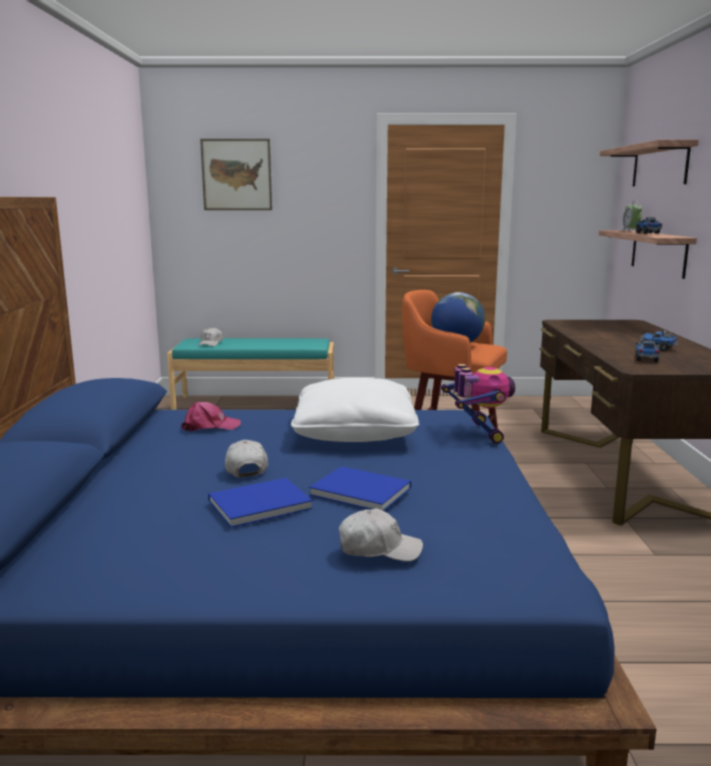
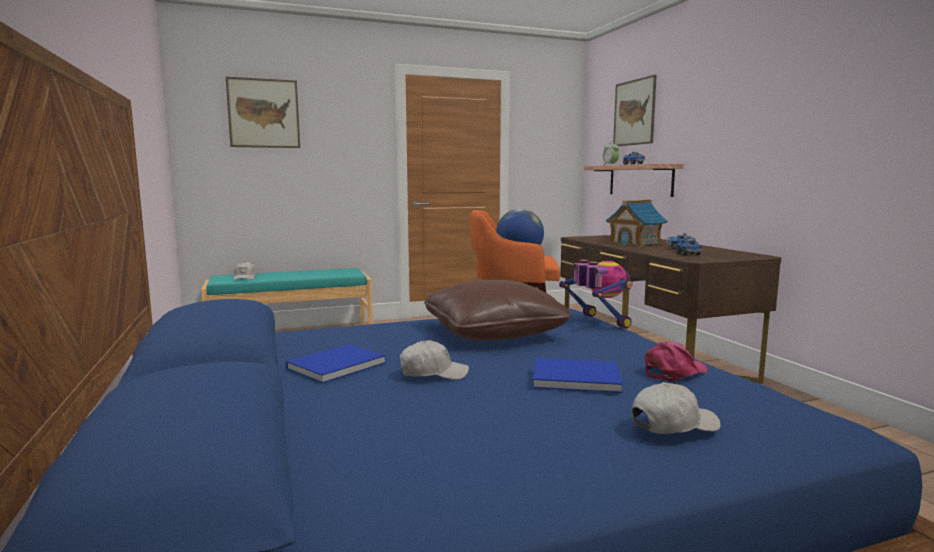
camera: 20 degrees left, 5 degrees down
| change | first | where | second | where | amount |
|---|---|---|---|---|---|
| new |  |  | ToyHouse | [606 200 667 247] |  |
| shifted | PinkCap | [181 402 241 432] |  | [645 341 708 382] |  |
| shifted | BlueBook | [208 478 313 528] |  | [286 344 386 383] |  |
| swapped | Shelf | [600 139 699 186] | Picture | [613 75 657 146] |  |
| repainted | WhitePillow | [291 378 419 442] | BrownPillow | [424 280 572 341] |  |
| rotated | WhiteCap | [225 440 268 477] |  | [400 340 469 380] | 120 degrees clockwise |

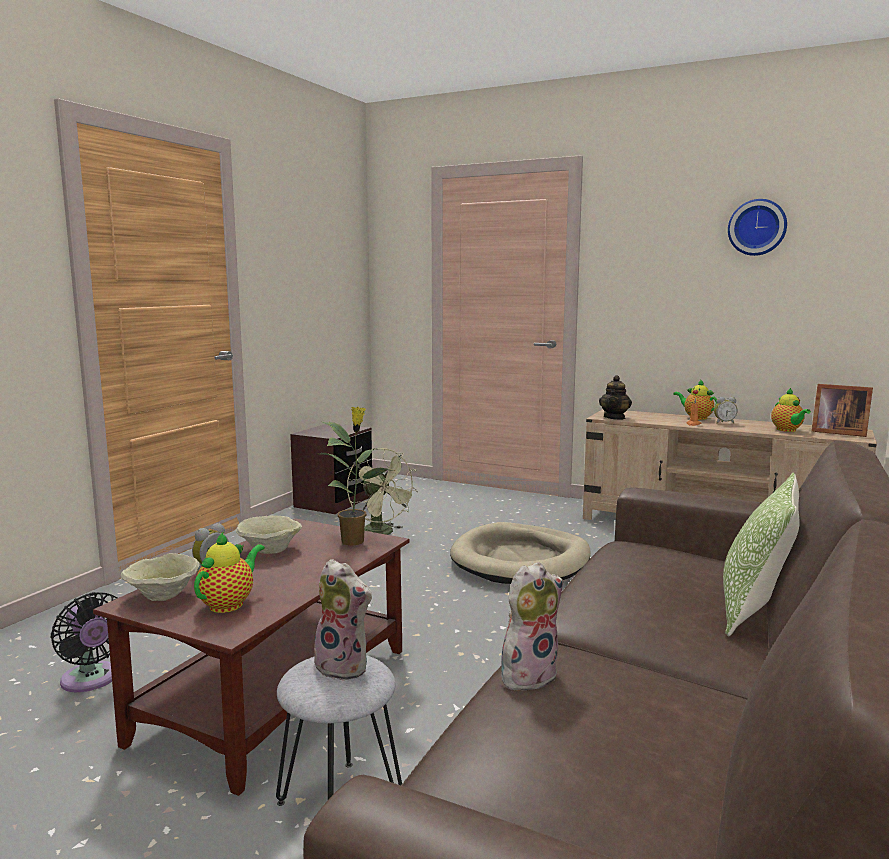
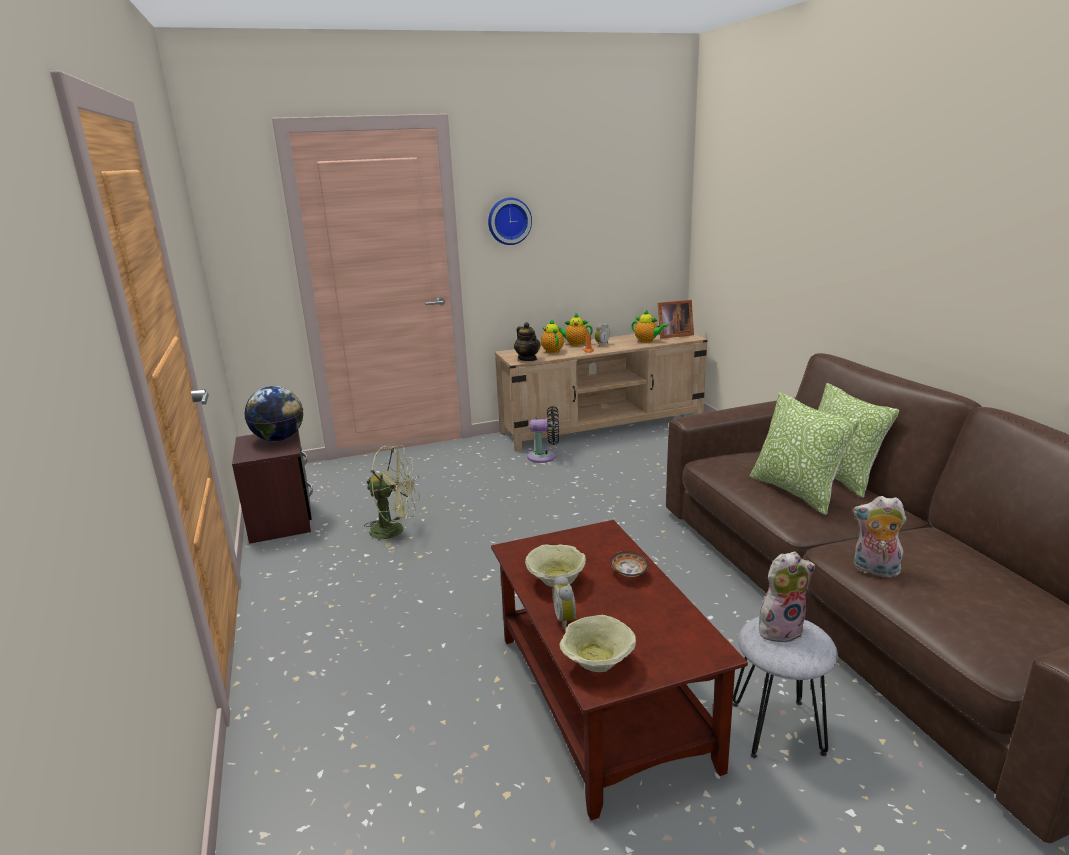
camera: 45 degrees left, 10 degrees up
| change | first | where | second | where | amount |
|---|---|---|---|---|---|
| gone | PottedPlant | [320 407 395 546] |  |  |  |
| gone | BeigeDogBed | [450 522 591 584] |  |  |  |
| new |  |  | Globe | [245 386 303 441] |  |
| new |  |  | Bowl | [610 551 649 577] |  |
| new |  |  | Pillow | [750 392 860 515] |  |
| shifted | BlackFan | [51 592 117 692] |  | [527 406 559 463] |  |
| shifted | Teapot | [194 532 265 613] |  | [541 319 564 353] |  |
| shifted | WallClock | [728 199 787 256] |  | [488 198 532 245] |  |
| rotated | PlushToy | [501 562 563 691] |  | [853 496 907 578] | 75 degrees counterclockwise |

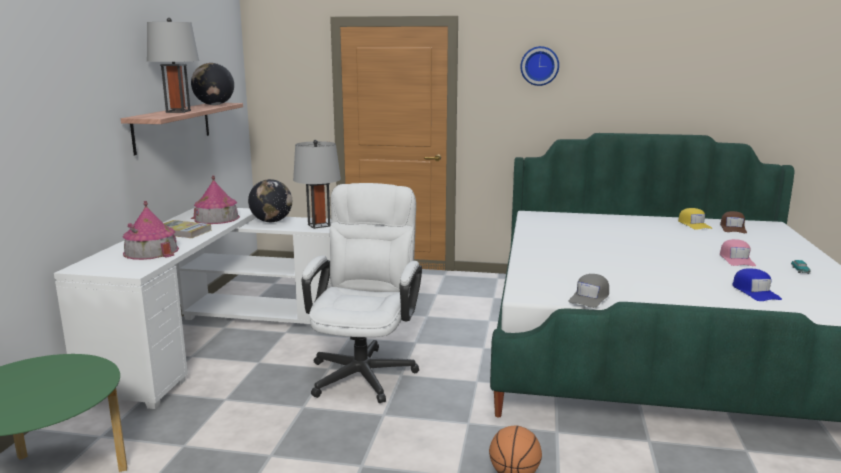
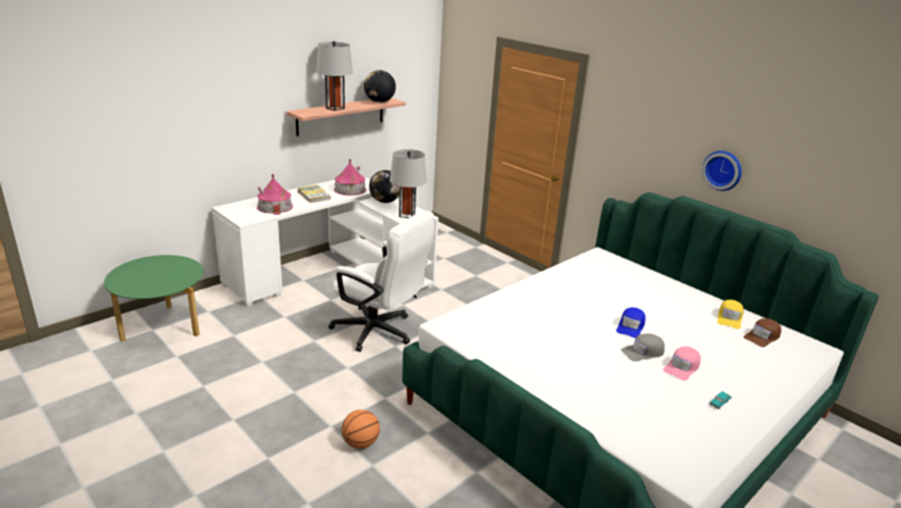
camera: 35 degrees right, 10 degrees up
| change | first | where | second | where | amount |
|---|---|---|---|---|---|
| shifted | WallClock | [520 46 559 86] |  | [702 151 742 191] |  |
| shifted | GreyCap | [568 274 609 308] |  | [621 334 665 362] |  |
| shifted | BlueCap | [732 268 782 301] |  | [616 307 646 338] |  |
| rotated | WhiteOfficeChair | [302 183 422 403] |  | [329 211 435 352] | 75 degrees clockwise |

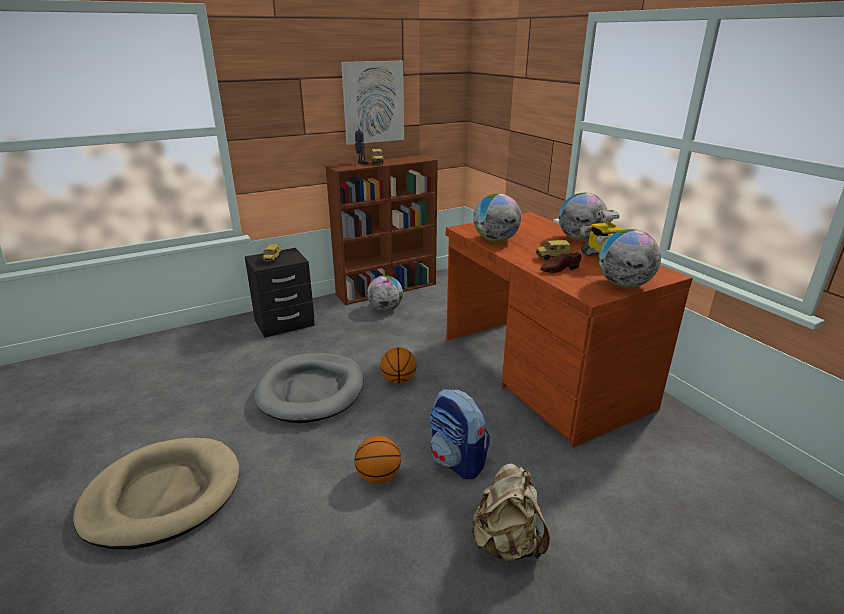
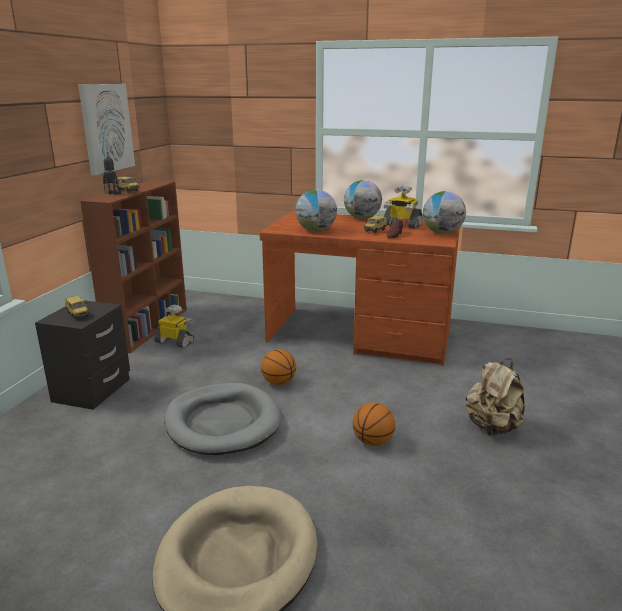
camera: 45 degrees left, 5 degrees down
| change | first | where | second | where | amount |
|---|---|---|---|---|---|
| gone | Backpack | [430 389 490 479] |  |  |  |
| swapped | Globe | [367 275 403 311] | ToyRobot | [154 305 194 348] |  |

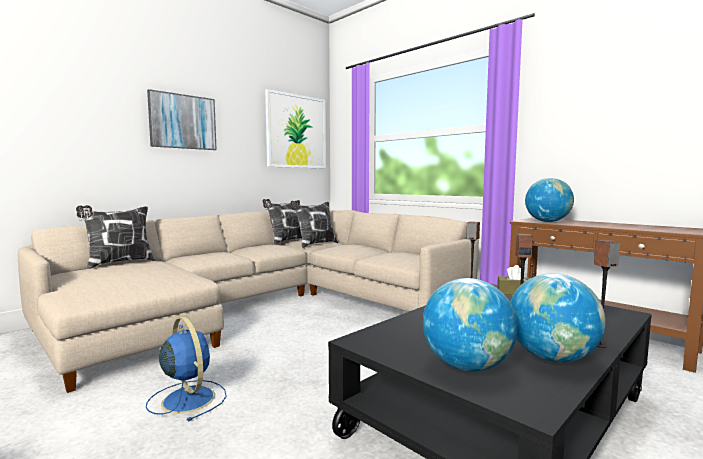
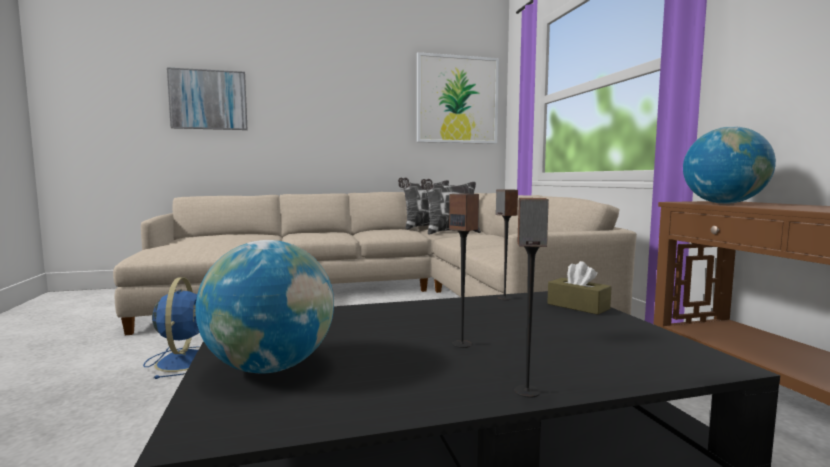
camera: 30 degrees right, 0 degrees up
| change | first | where | second | where | amount |
|---|---|---|---|---|---|
| gone | Pillow | [76 205 155 269] |  |  |  |
| gone | Globe | [510 274 606 362] |  |  |  |
| shifted | Picture | [147 89 217 150] |  | [167 67 248 130] |  |

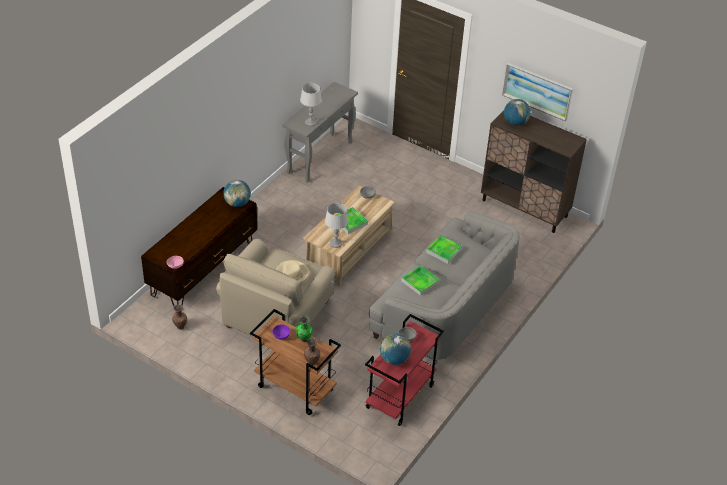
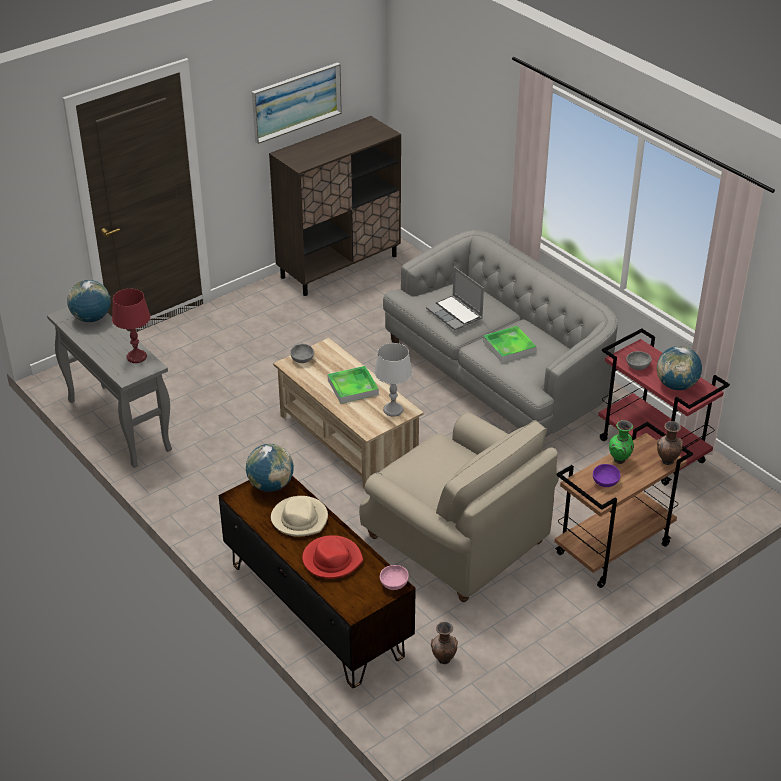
camera: 70 degrees left, 5 degrees down
| change | first | where | second | where | amount |
|---|---|---|---|---|---|
| new |  |  | RedHat | [302 535 363 579] |  |
| shifted | BeigeHat | [276 260 309 283] |  | [271 496 328 537] |  |
| shifted | Globe | [504 99 531 126] |  | [67 280 110 322] |  |
| swapped | Tray | [426 235 462 264] | Laptop | [426 267 484 330] |  |
| repainted | GreyTableLamp | [300 83 322 126] | RedTableLamp | [112 289 151 363] |  |

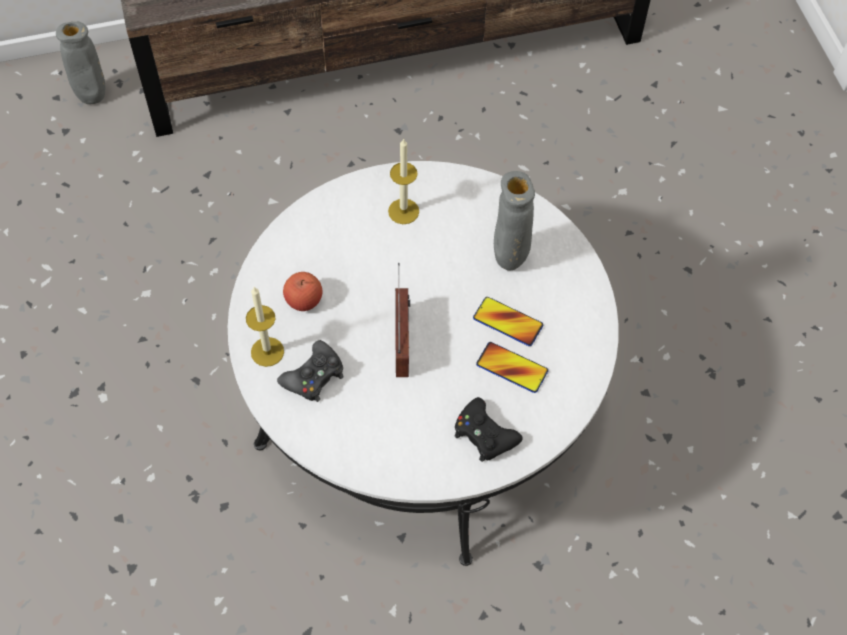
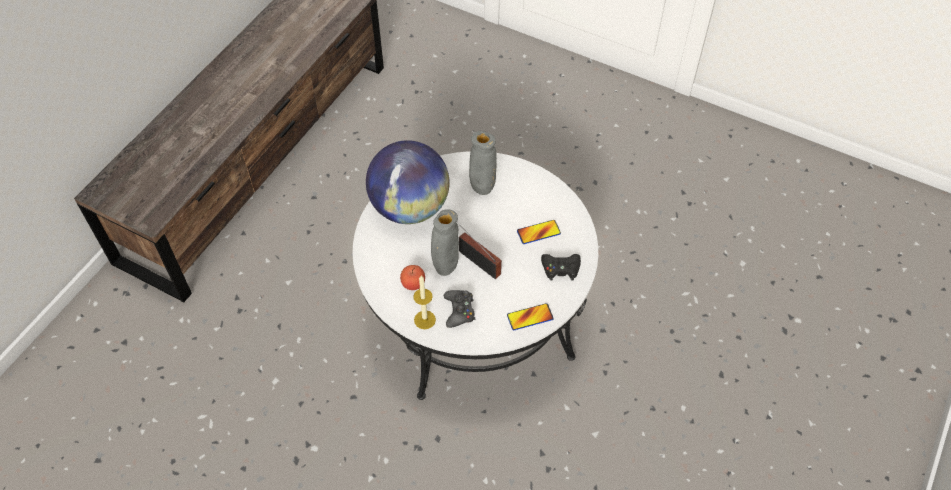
camera: 45 degrees left, 5 degrees down
| change | first | where | second | where | amount |
|---|---|---|---|---|---|
| shifted | GreyVase | [56 22 105 104] |  | [431 210 459 276] |  |
| shifted | Phone | [473 297 543 346] |  | [507 303 554 330] |  |
| swapped | Candle | [388 138 419 224] | Globe | [366 140 450 224] |  |

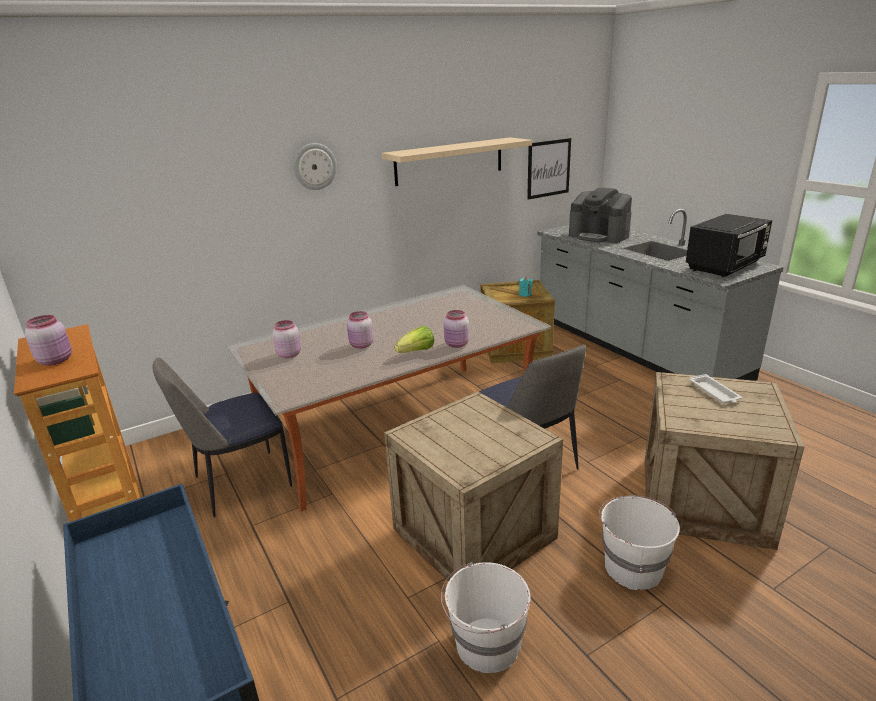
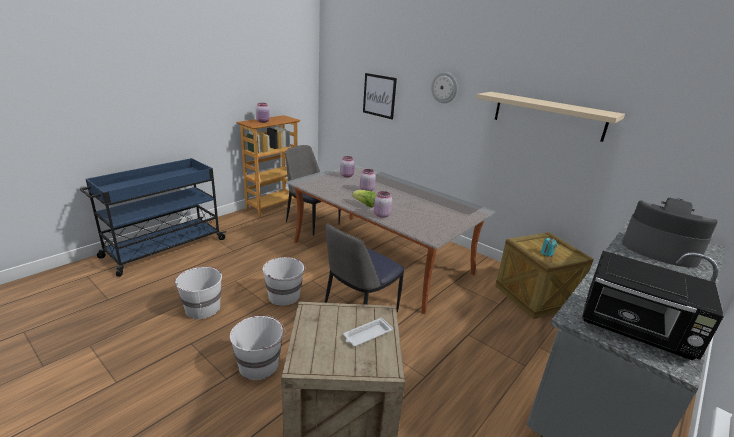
camera: 70 degrees right, 0 degrees up
| change | first | where | second | where | amount |
|---|---|---|---|---|---|
| shifted | Picture | [527 138 571 200] |  | [363 73 397 119] |  |
| swapped | Crate | [384 392 563 582] | WhiteBucket | [263 257 306 306] |  |
| rotated | CoffeeMachine | [569 187 632 243] |  | [622 198 718 268] | 105 degrees clockwise |

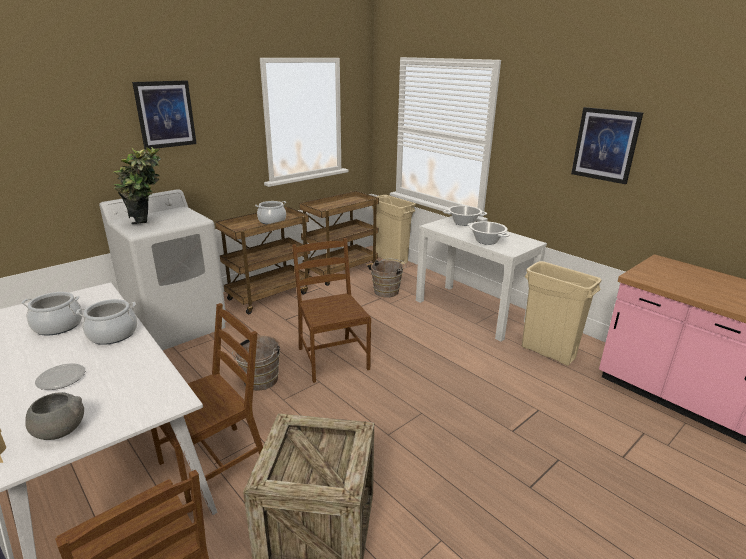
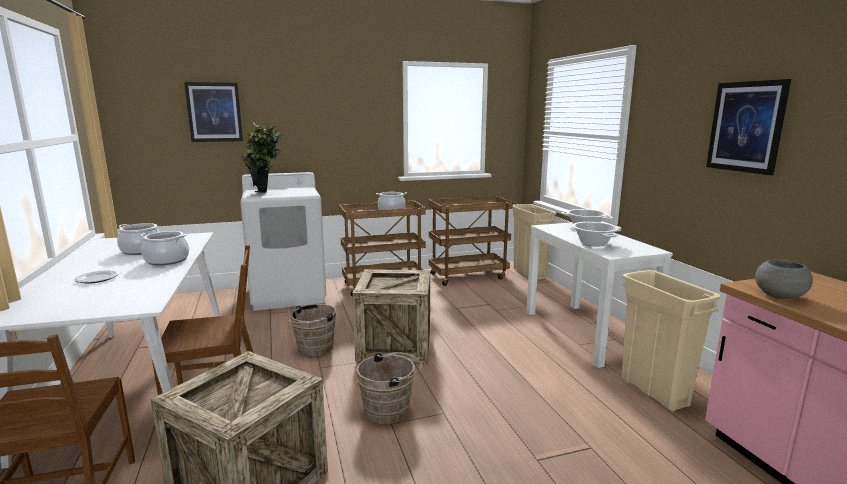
camera: 25 degrees right, 10 degrees down
| change | first | where | second | where | amount |
|---|---|---|---|---|---|
| shifted | GreyBowl | [25 392 84 440] |  | [755 260 813 299] |  |
| shifted | Picture | [132 80 197 150] |  | [184 82 243 142] |  |
| shifted | BrownBucket | [371 259 406 297] |  | [356 352 422 424] |  |
| swapped | BrownChair | [292 238 371 383] | Crate | [352 269 430 363] |  |

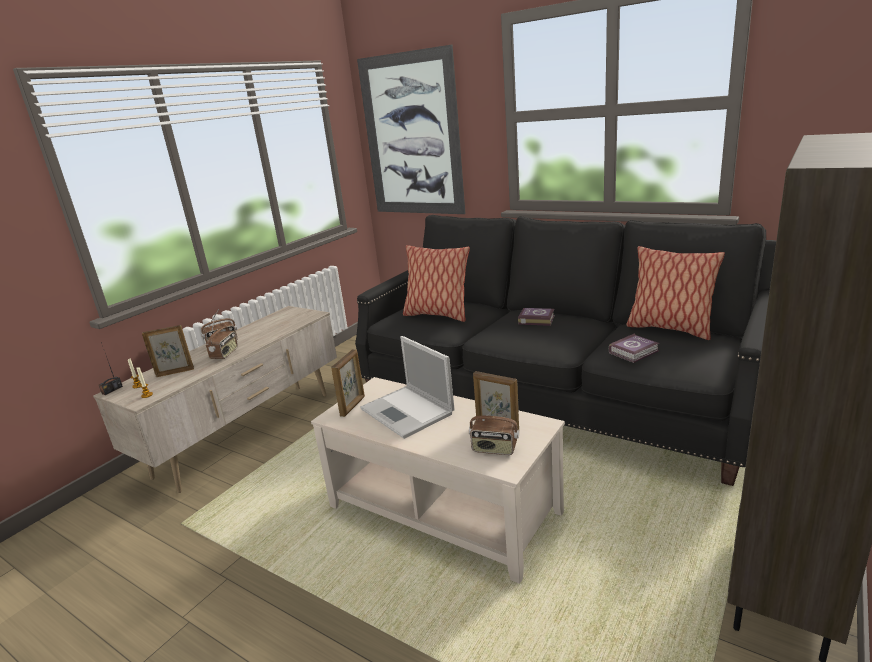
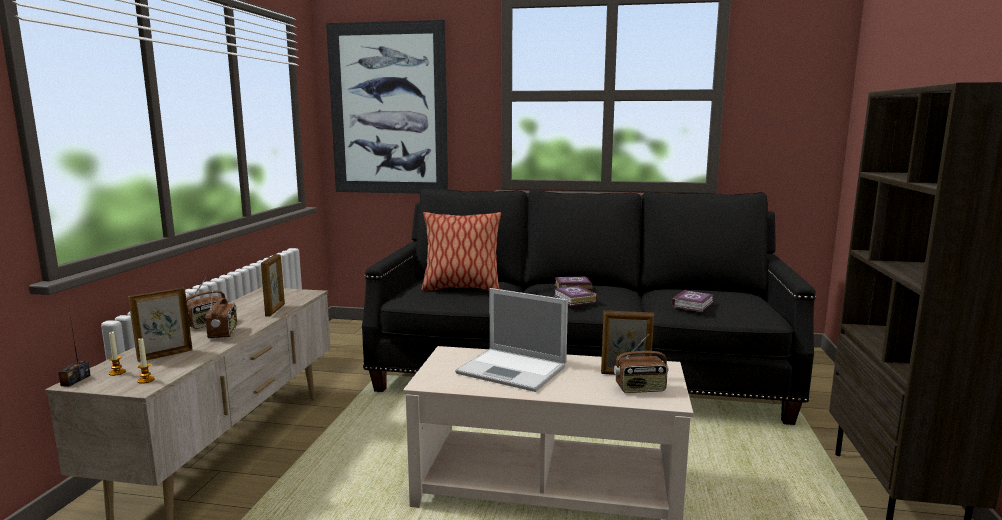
camera: 25 degrees left, 10 degrees down
| change | first | where | second | where | amount |
|---|---|---|---|---|---|
| gone | Pillow | [626 246 725 340] |  |  |  |
| new |  |  | Book | [554 285 597 306] |  |
| shifted | PictureFrame | [331 349 365 417] |  | [261 254 285 317] |  |

